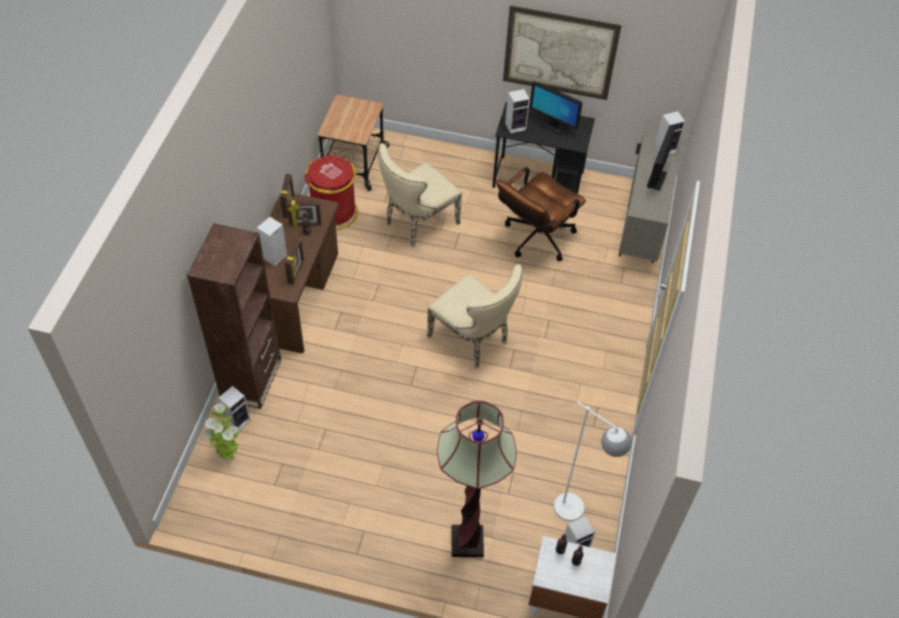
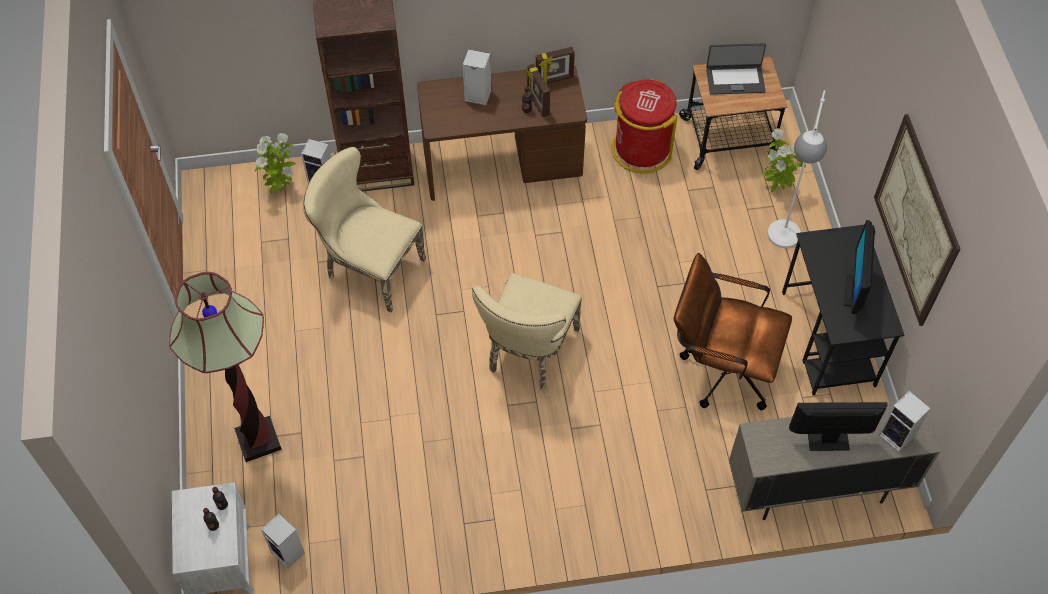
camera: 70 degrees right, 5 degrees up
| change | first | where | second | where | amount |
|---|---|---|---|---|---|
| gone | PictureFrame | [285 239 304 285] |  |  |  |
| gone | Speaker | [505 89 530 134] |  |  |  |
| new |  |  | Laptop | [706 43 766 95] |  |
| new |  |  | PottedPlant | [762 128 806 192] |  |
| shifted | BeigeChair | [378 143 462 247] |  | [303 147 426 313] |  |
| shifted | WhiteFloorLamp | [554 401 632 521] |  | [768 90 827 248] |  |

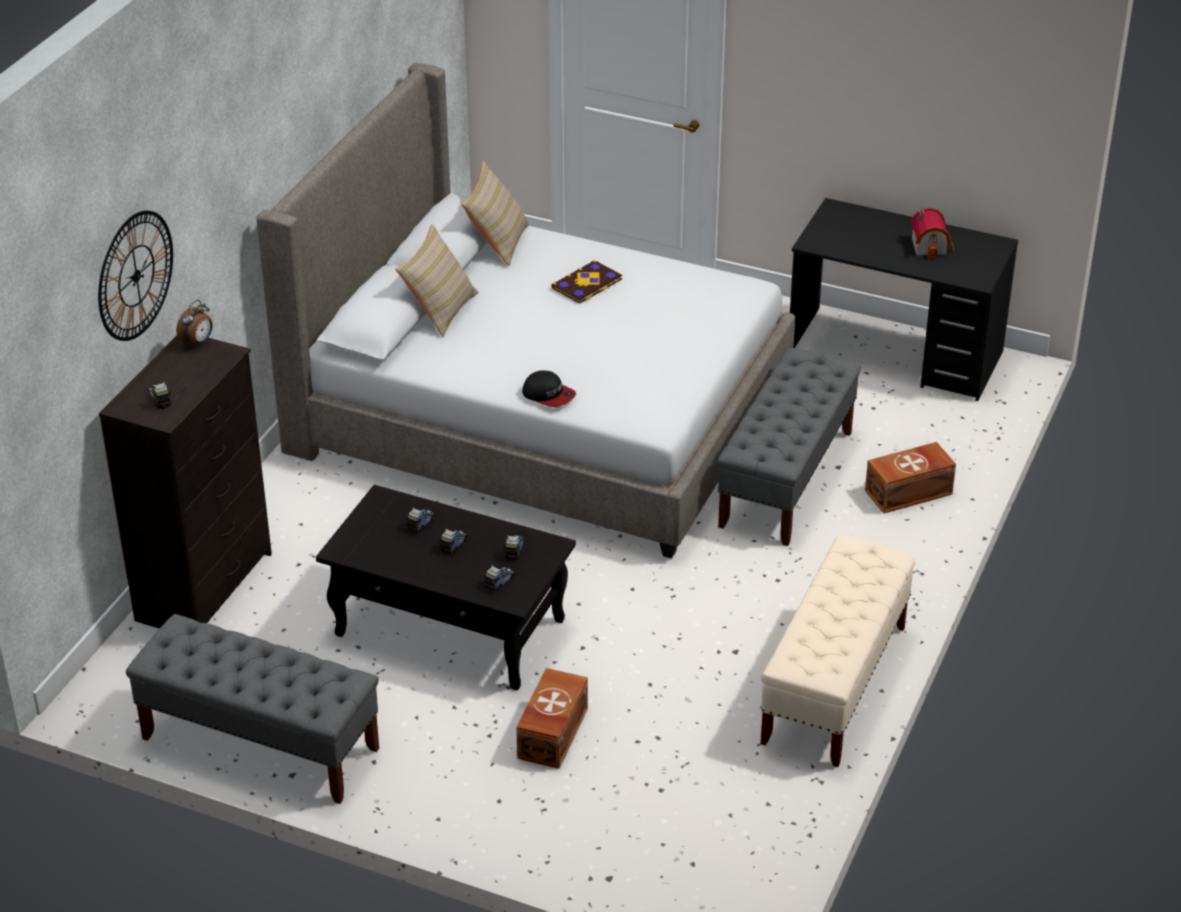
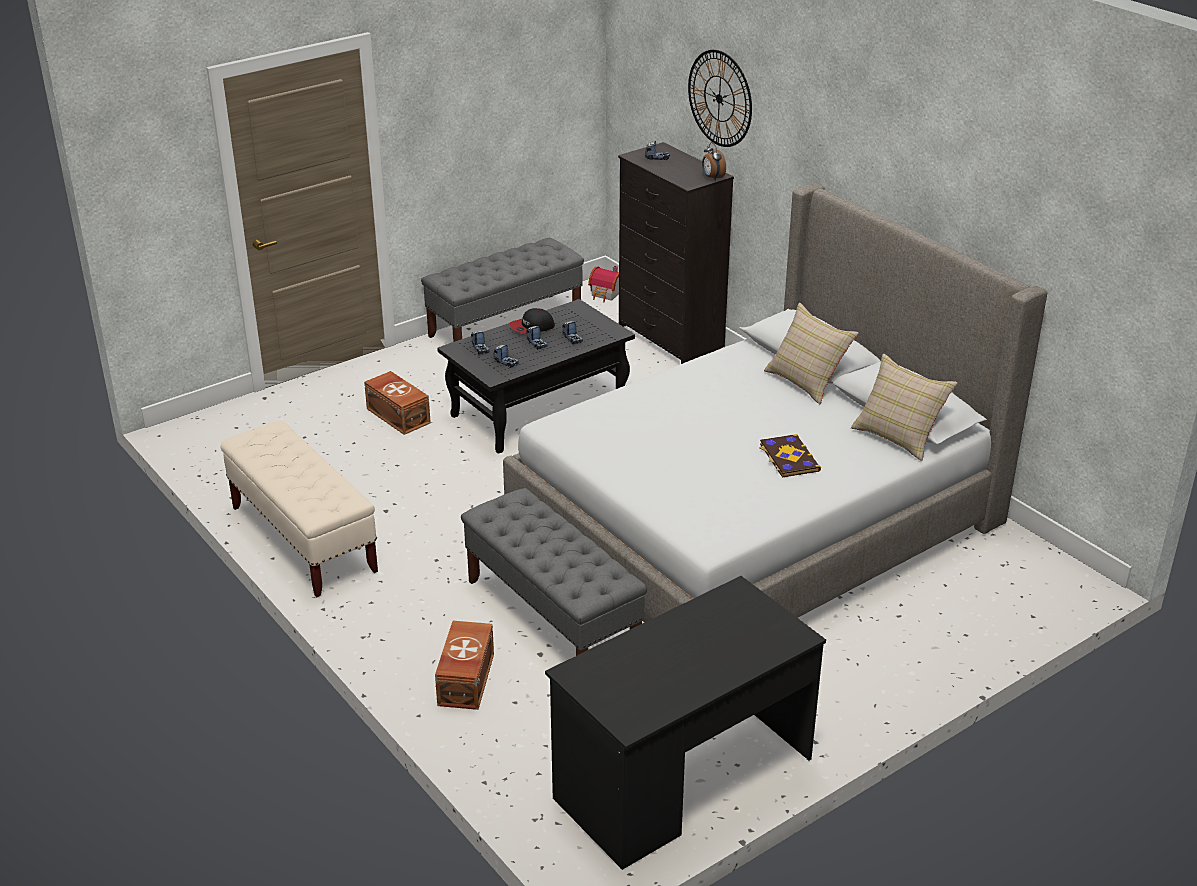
camera: 120 degrees right, 5 degrees down
| change | first | where | second | where | amount |
|---|---|---|---|---|---|
| shifted | Cap | [522 370 576 407] |  | [510 308 555 333] |  |
| shifted | ToyHouse | [910 208 954 259] |  | [588 266 619 302] |  |

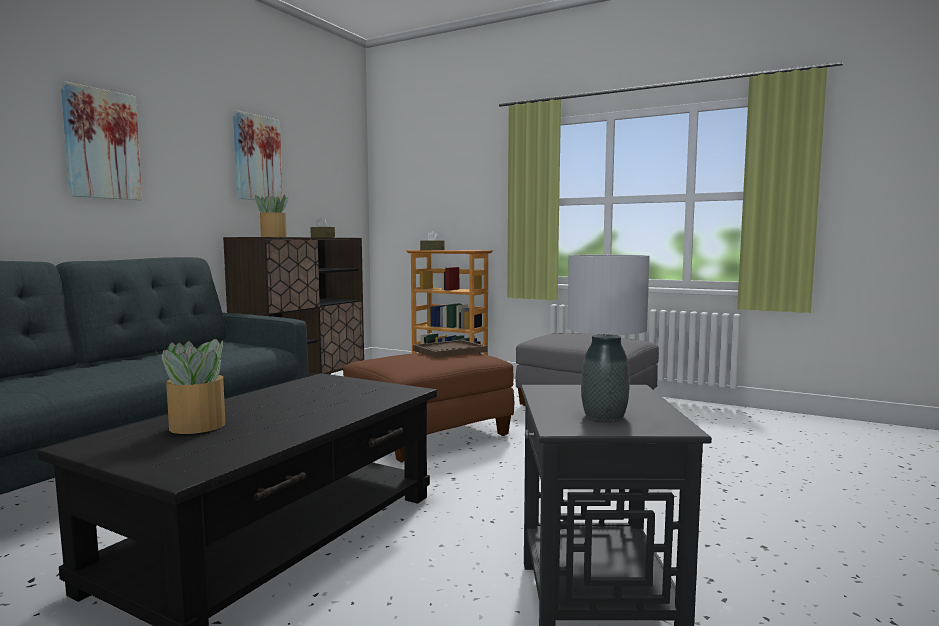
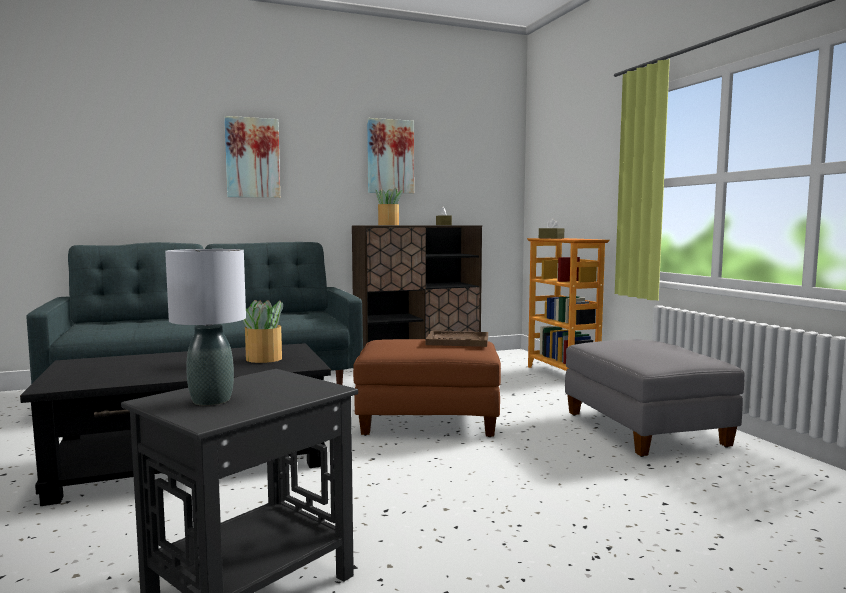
camera: 40 degrees right, 0 degrees up
| change | first | where | second | where | amount |
|---|---|---|---|---|---|
| shifted | PottedPlant | [154 339 225 434] |  | [243 300 283 363] |  |

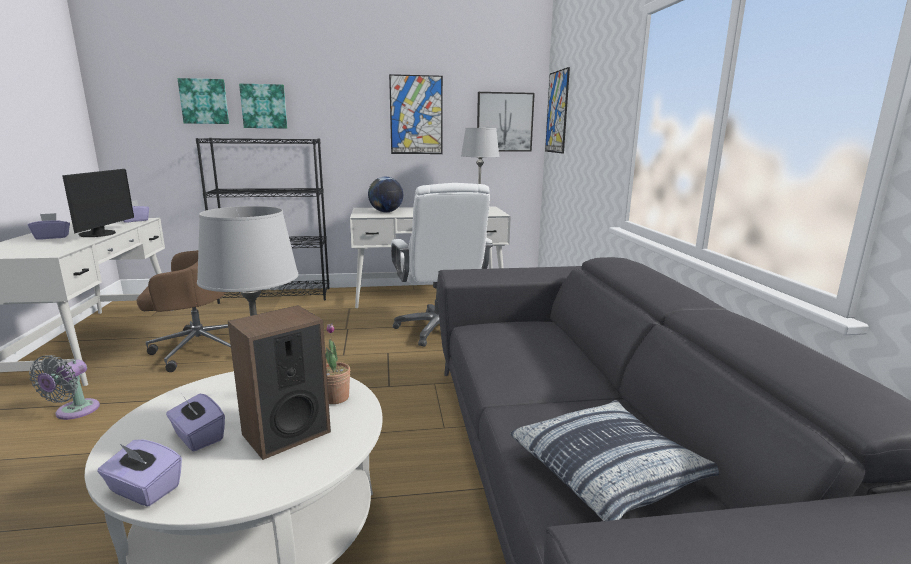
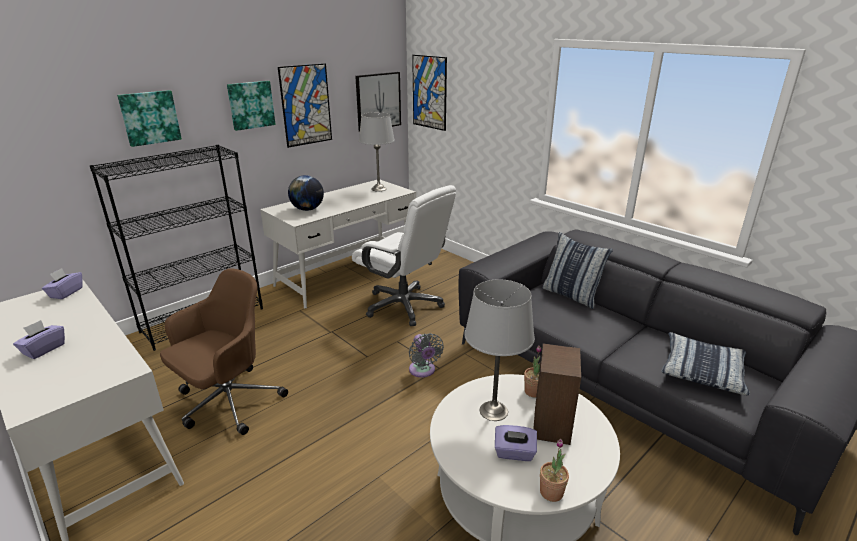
camera: 35 degrees left, 10 degrees up
| change | first | where | second | where | amount |
|---|---|---|---|---|---|
| gone | Monitor | [62 169 134 237] |  |  |  |
| new |  |  | Pillow | [542 232 613 309] |  |
| shifted | GreyFan | [29 355 100 420] |  | [409 333 444 378] |  |
| shifted | Picture | [178 78 229 124] |  | [227 81 276 131] |  |
| swapped | PurpleTissueBox | [97 439 182 506] | PottedPlant | [540 439 569 502] |  |

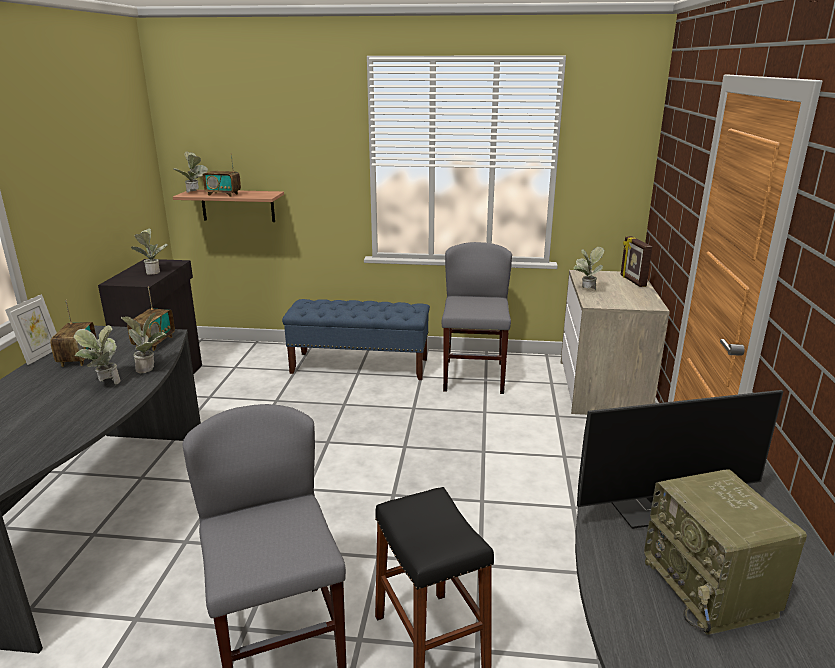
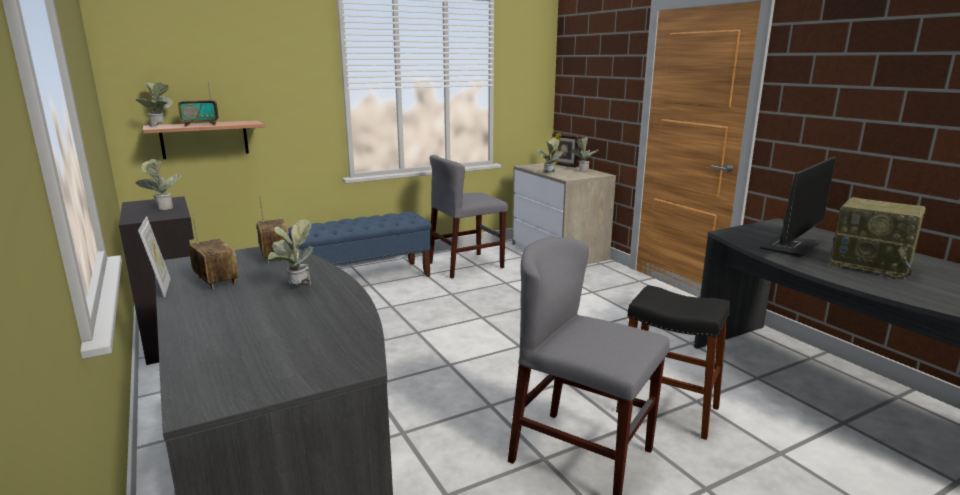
camera: 35 degrees left, 5 degrees down
| change | first | where | second | where | amount |
|---|---|---|---|---|---|
| shifted | PottedPlant | [121 312 166 373] |  | [571 137 599 172] |  |
| rotated | GreyChair | [442 242 512 394] |  | [430 155 508 279] | 90 degrees counterclockwise |

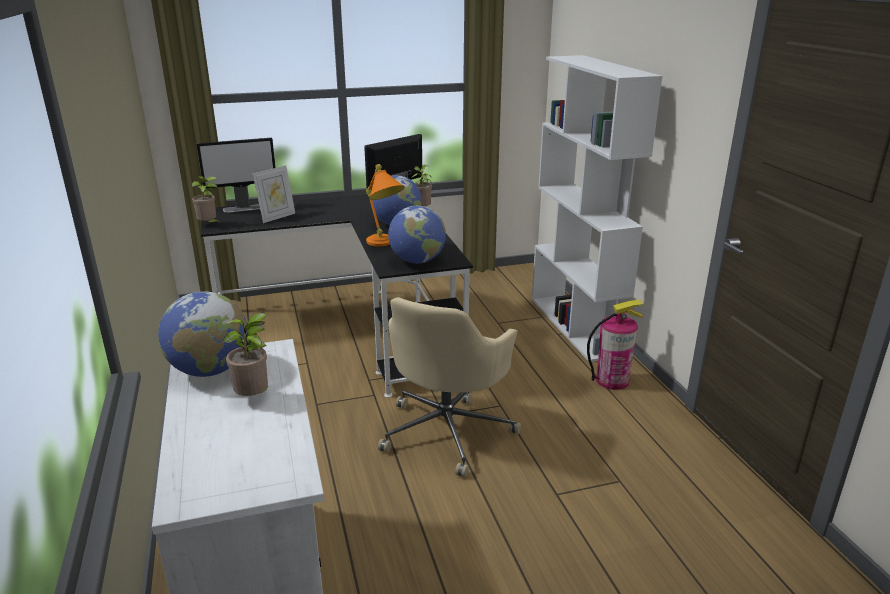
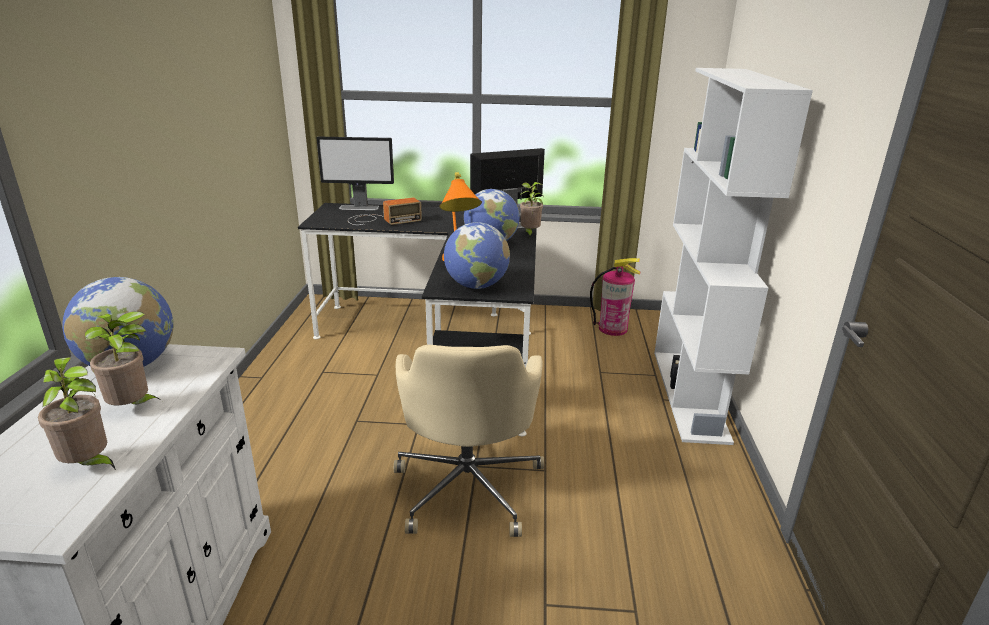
camera: 20 degrees right, 0 degrees up
| change | first | where | second | where | amount |
|---|---|---|---|---|---|
| shifted | PottedPlant | [192 176 222 224] |  | [38 357 116 470] |  |
| shifted | FireExtinguisher | [587 300 645 390] |  | [590 258 640 336] |  |
| swapped | PictureFrame | [253 165 295 223] | Radio | [348 197 422 225] |  |
| rotated | BeigeOfficeChair | [378 297 521 477] |  | [394 344 544 537] | 45 degrees counterclockwise |

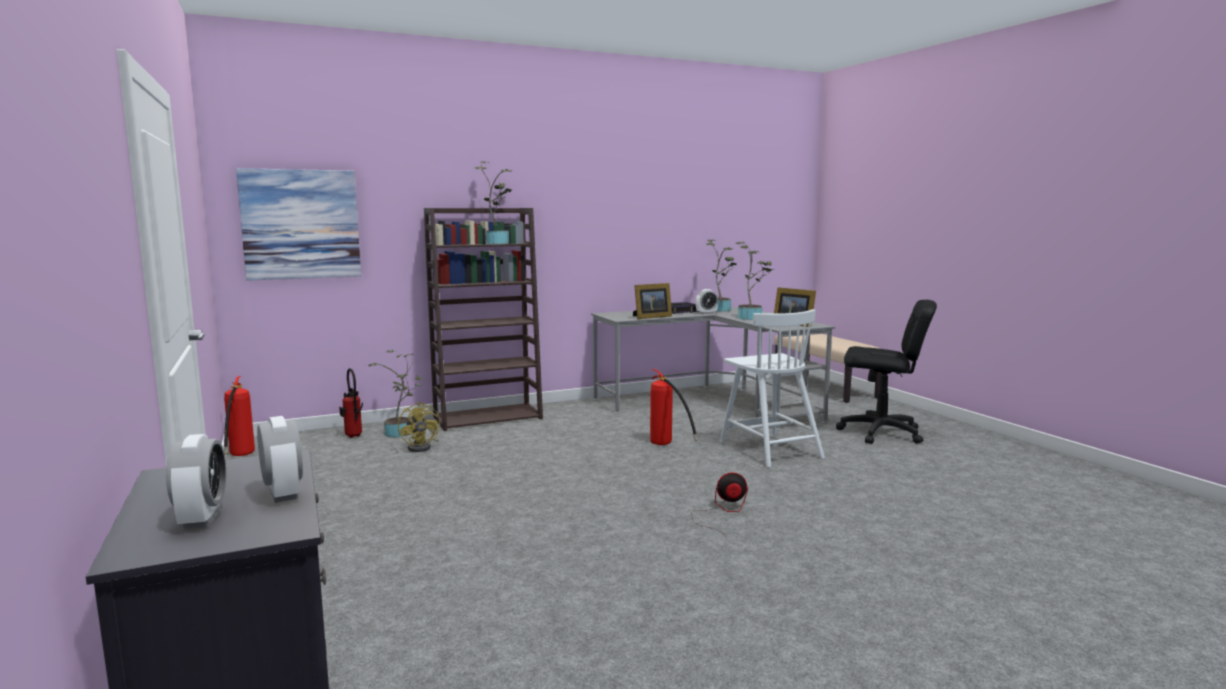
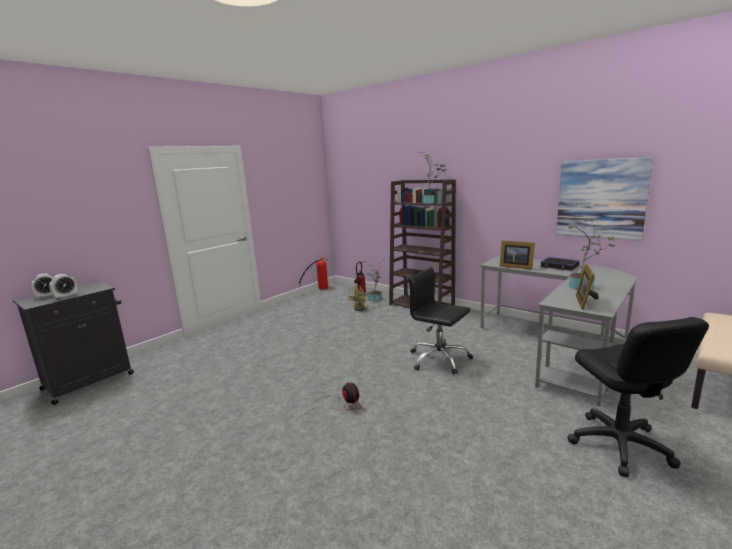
camera: 65 degrees right, 5 degrees up
| change | first | where | second | where | amount |
|---|---|---|---|---|---|
| gone | AlarmClock | [696 289 718 314] |  |  |  |
| gone | PottedPlant | [707 239 737 312] |  |  |  |
| gone | WhiteChair | [720 309 825 468] |  |  |  |
| shifted | Picture | [236 168 361 281] |  | [556 157 653 241] |  |
| swapped | FireExtinguisher | [650 369 698 445] | BlackOfficeChair | [408 267 473 374] |  |

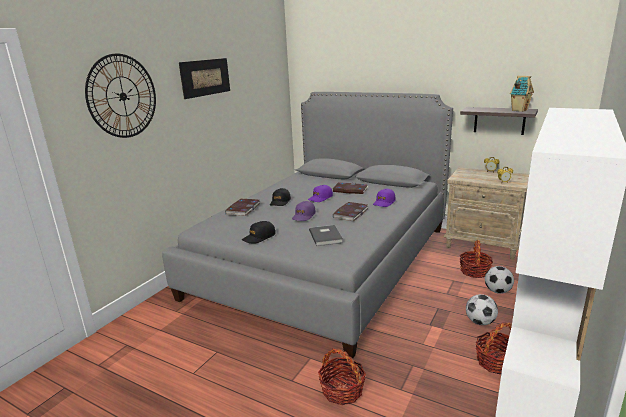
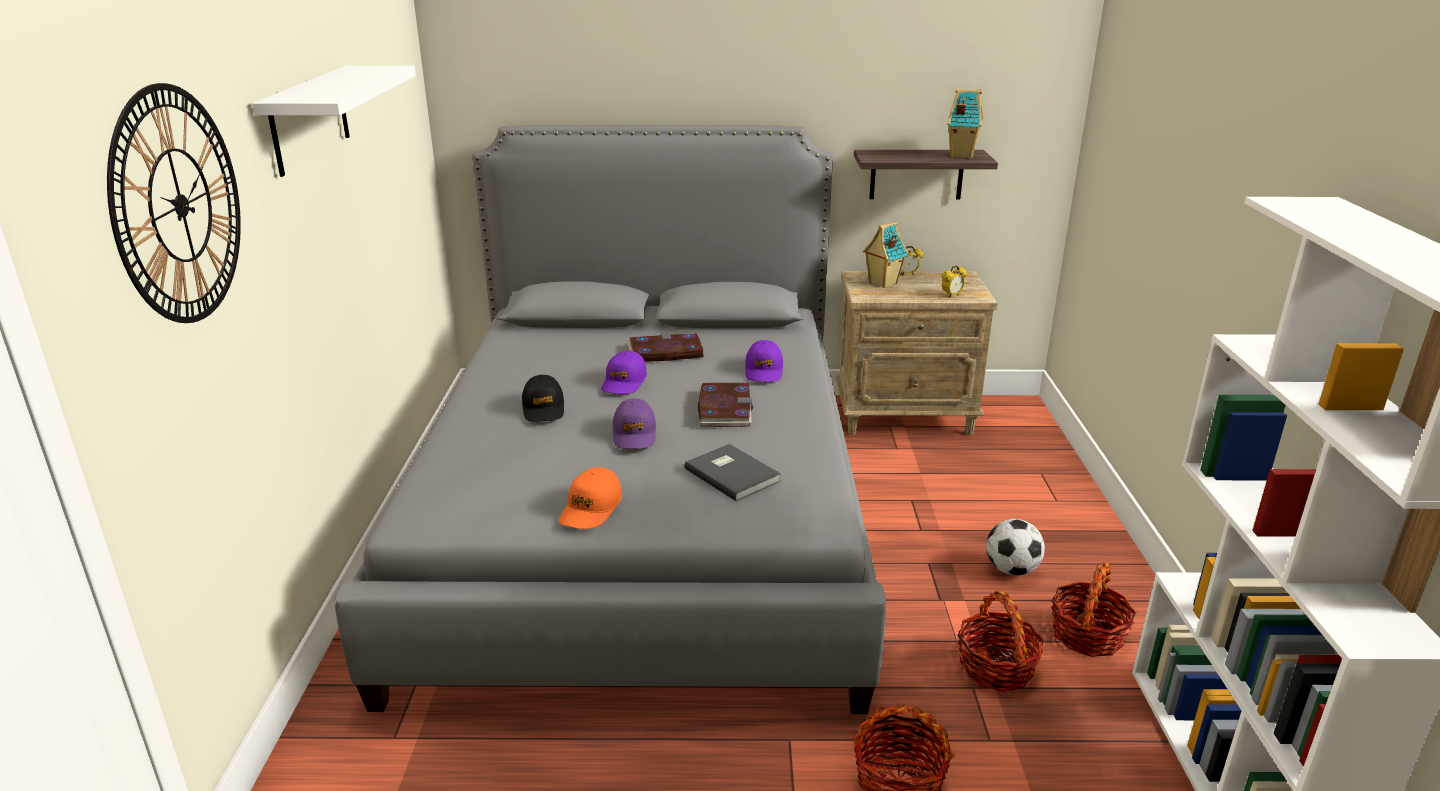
camera: 30 degrees left, 5 degrees up
| change | first | where | second | where | amount |
|---|---|---|---|---|---|
| gone | Book | [225 199 259 216] |  |  |  |
| gone | Football | [485 266 514 294] |  |  |  |
| new |  |  | ToyHouse | [863 222 909 288] |  |
| shifted | Basket | [459 240 493 278] |  | [958 590 1044 692] |  |
| swapped | Picture | [179 58 230 99] | WhiteShelf | [252 66 416 177] |  |
| repainted | BlackCap | [242 221 276 244] | OrangeCap | [559 467 622 529] |  |

